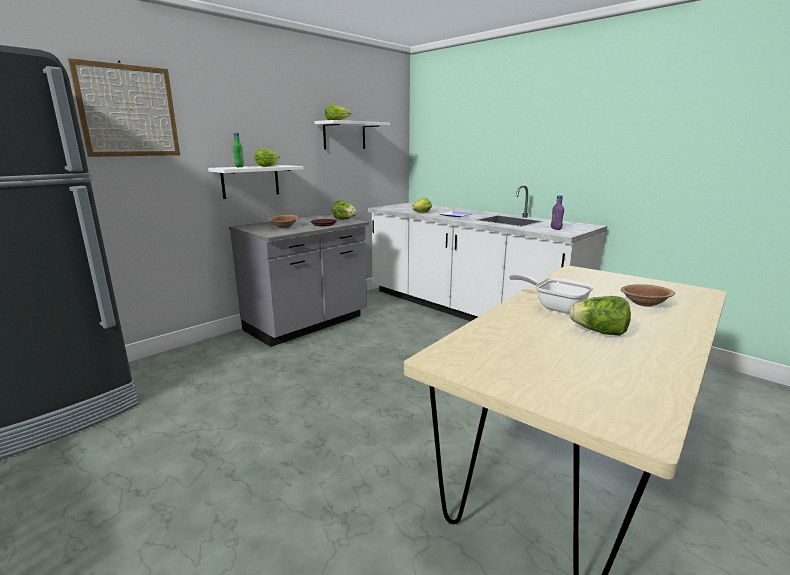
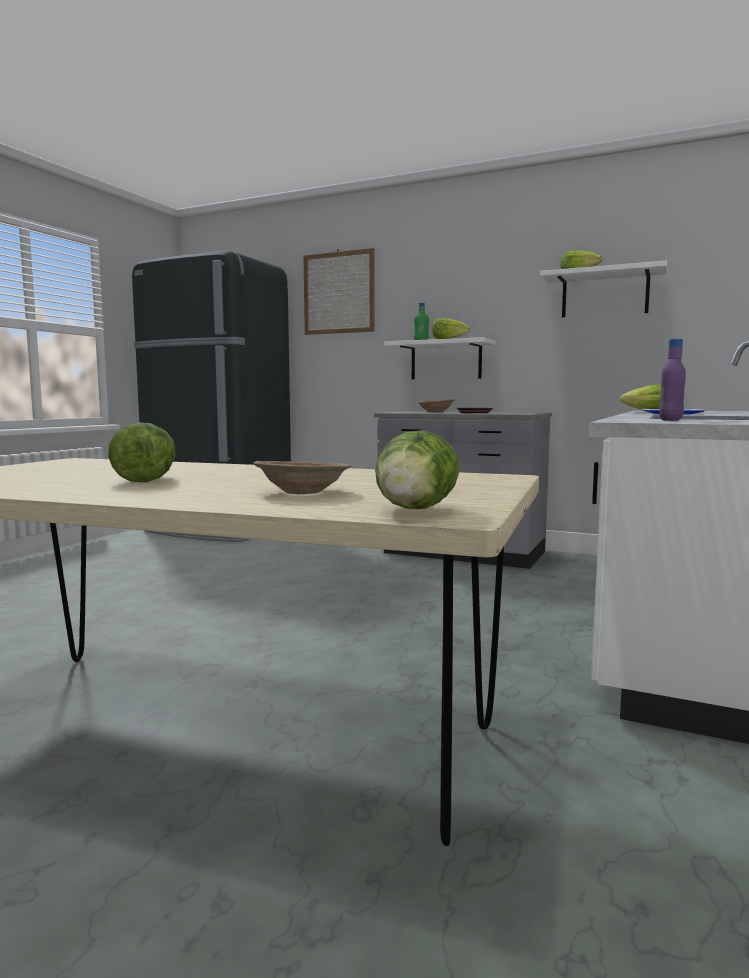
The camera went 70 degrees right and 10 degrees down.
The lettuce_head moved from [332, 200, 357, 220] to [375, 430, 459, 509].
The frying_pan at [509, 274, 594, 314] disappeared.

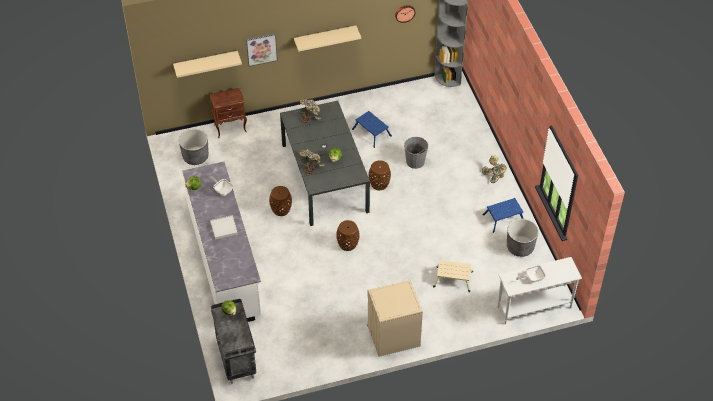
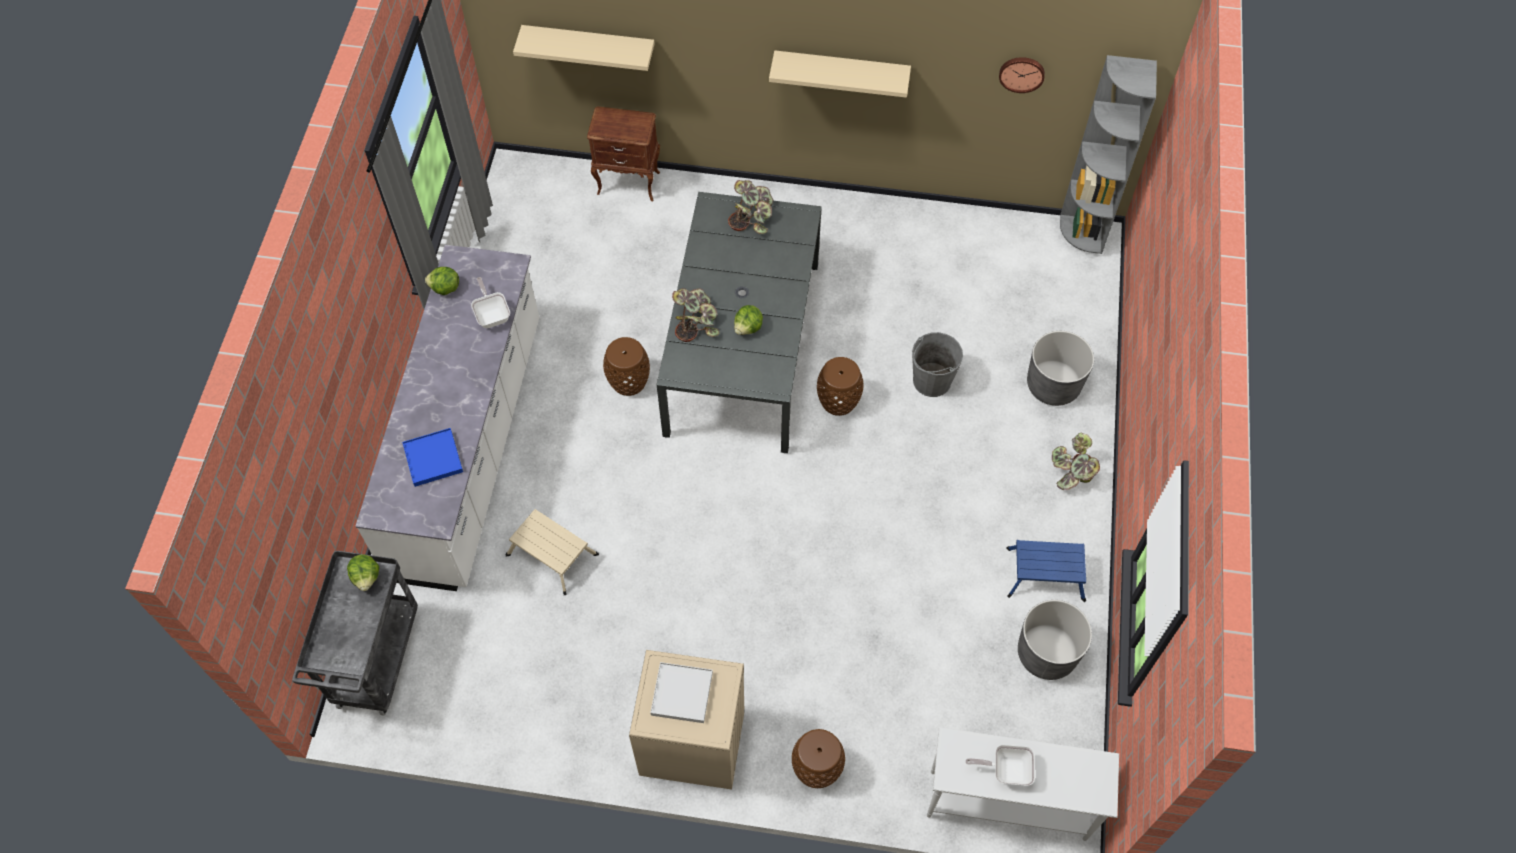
The camera went 25 degrees right and 10 degrees up.
The grey_plant_pot moved from [179, 129, 209, 165] to [1027, 331, 1094, 406].
The whitish_serving_tray moved from [210, 215, 238, 240] to [650, 662, 713, 723].
The wall_art at [246, 33, 278, 67] disappeared.
The brown-coloured_stool_seat moved from [336, 220, 360, 251] to [792, 729, 845, 788].
The blue_stepladder at [352, 111, 392, 148] disappeared.
The beige-coloured_stepladder moved from [433, 260, 473, 292] to [505, 509, 599, 595].
The blue_serving_tray at [402, 428, 463, 487] appeared.

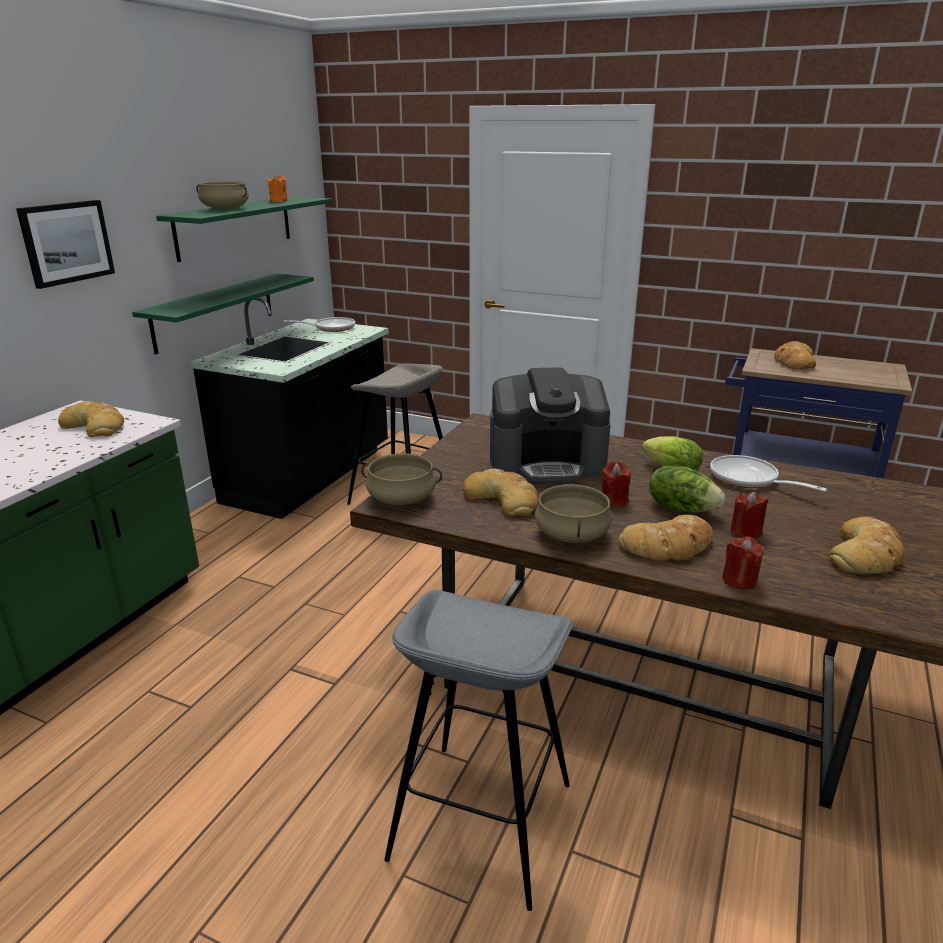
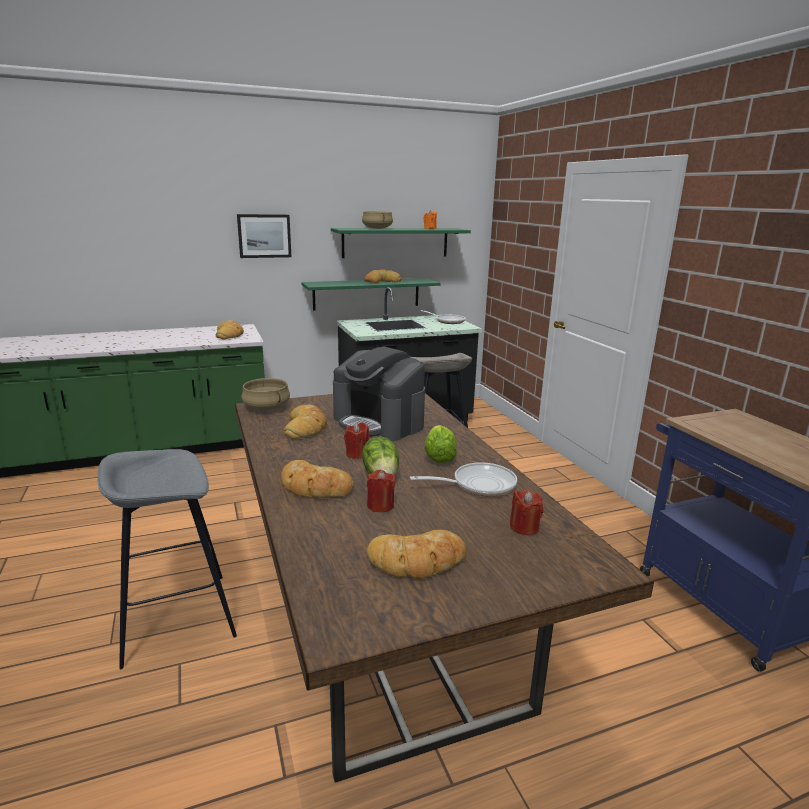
The camera went 45 degrees right and 5 degrees down.
The beige-coloured_saucepot at [534, 484, 612, 543] disappeared.
The frying_pan at [710, 455, 827, 492] turned 75 degrees clockwise.
The reddish_candle moved from [722, 536, 765, 590] to [510, 490, 543, 535].
The bakery_bread moved from [774, 341, 816, 369] to [364, 269, 401, 283].

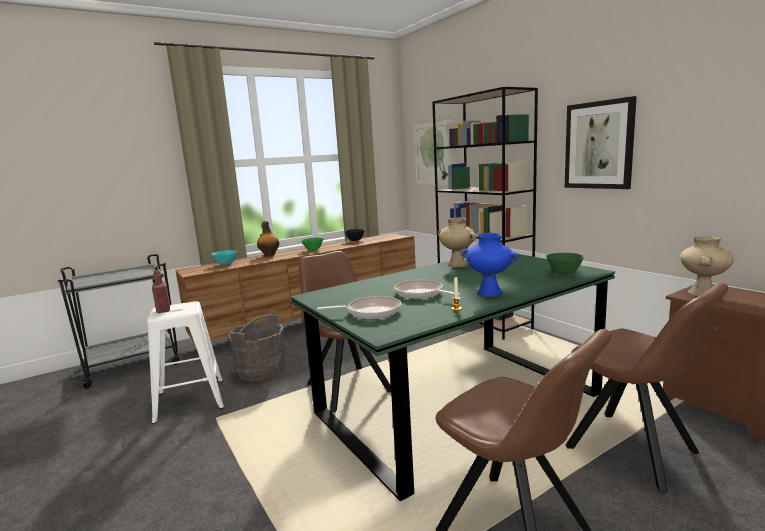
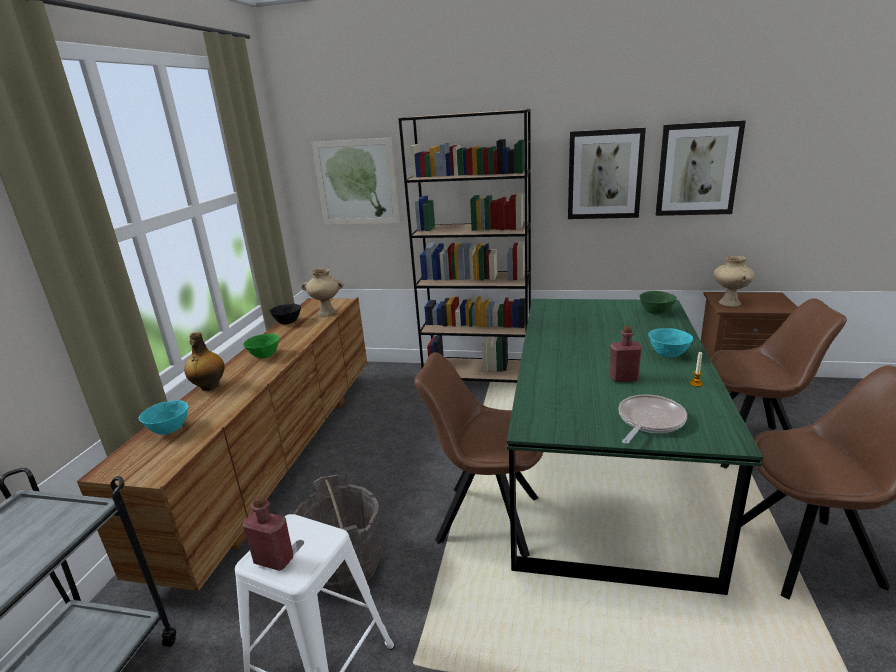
The camera went 45 degrees left and 10 degrees up.
The frying_pan at [394, 280, 460, 299] was replaced by the reddish_drink_bottle at [610, 326, 642, 382].
The beige-coloured_vase moved from [438, 217, 477, 268] to [301, 268, 343, 317].
The blue_vase at [462, 233, 518, 297] was replaced by the turquoise_deep_dish at [648, 328, 693, 357].
The wall_art at [656, 120, 746, 216] appeared.

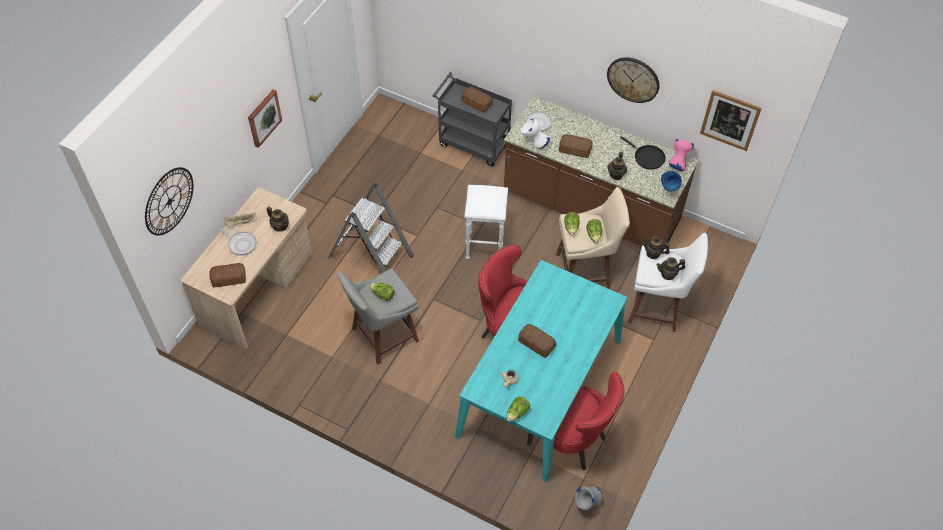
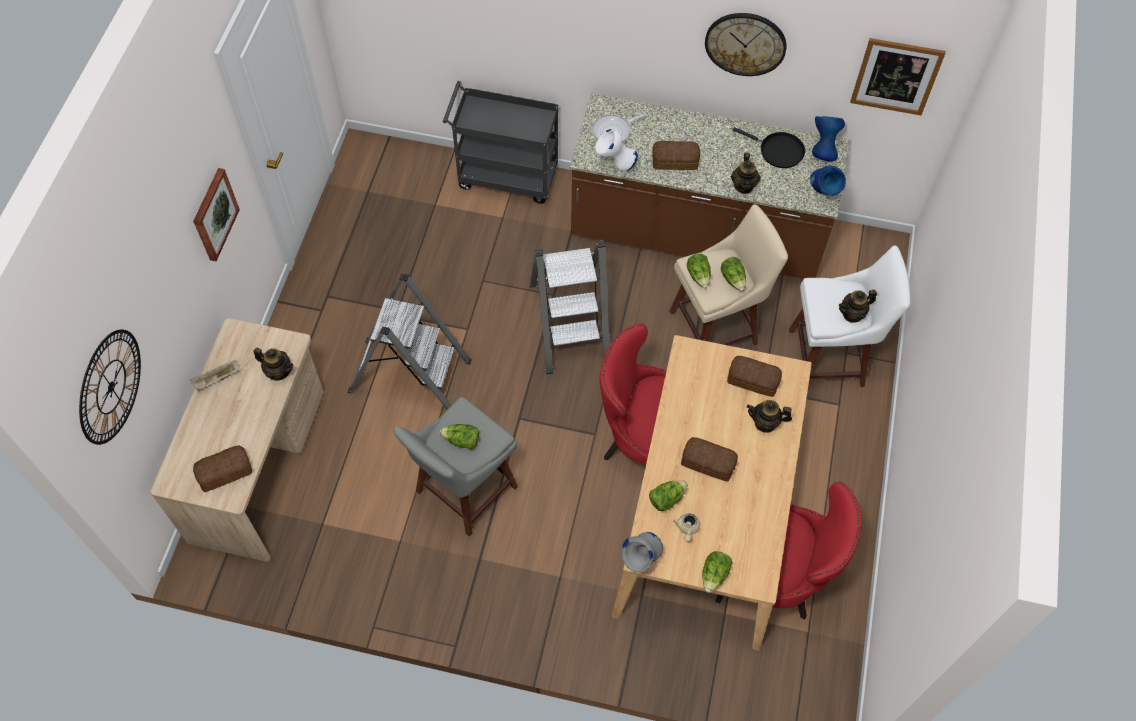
The camera went 15 degrees left and 5 degrees up.
The frying_pan at [220, 229, 257, 255] disappeared.
The turquoise_kitchen_table at [455, 260, 627, 482] became the beige-coloured_kitchen_table at [612, 335, 812, 651].
The bakery_bread moved from [461, 87, 493, 113] to [727, 356, 782, 397].
The whitish_stool_seat at [464, 185, 508, 260] was replaced by the grey_stepladder at [529, 240, 609, 374].
The grey_vase moved from [575, 486, 603, 510] to [622, 532, 663, 572].
The teapot moved from [642, 236, 670, 259] to [746, 400, 792, 433].
The pinkish_vase at [669, 138, 694, 171] became the blue_vase at [812, 116, 845, 162].
The lettuce_head at [649, 480, 688, 511] appeared.

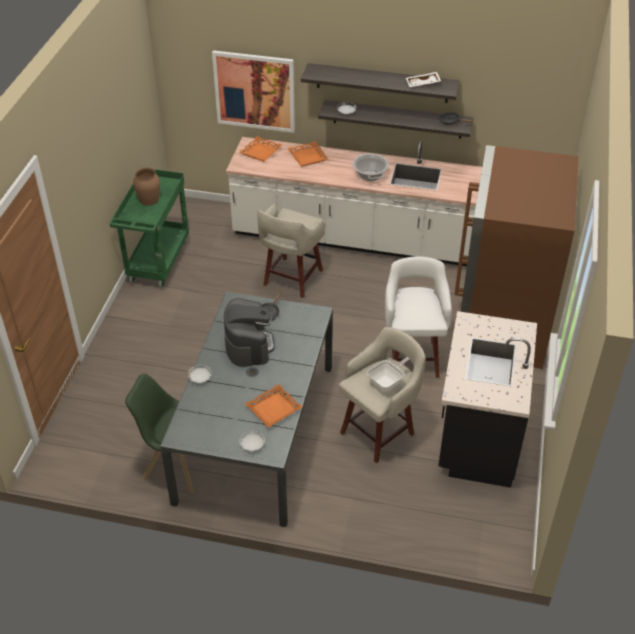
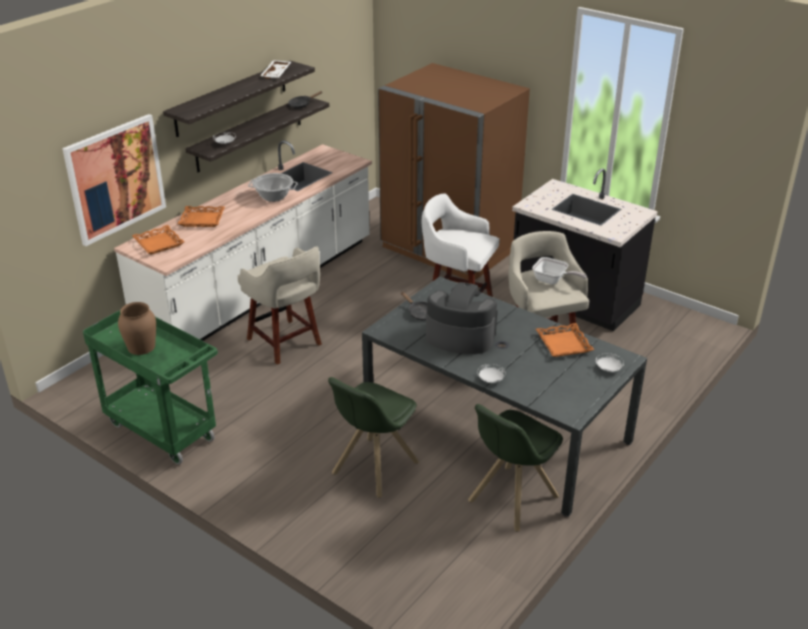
The camera went 65 degrees left and 10 degrees down.
The frying_pan at [367, 357, 410, 391] turned 135 degrees clockwise.
The green-coloured_plain_chair at [328, 377, 419, 498] appeared.

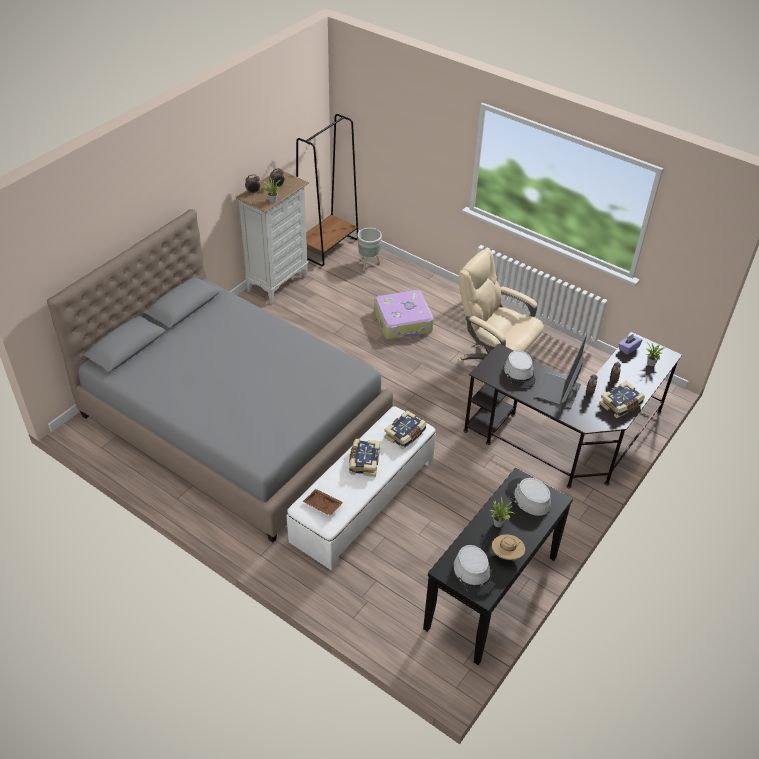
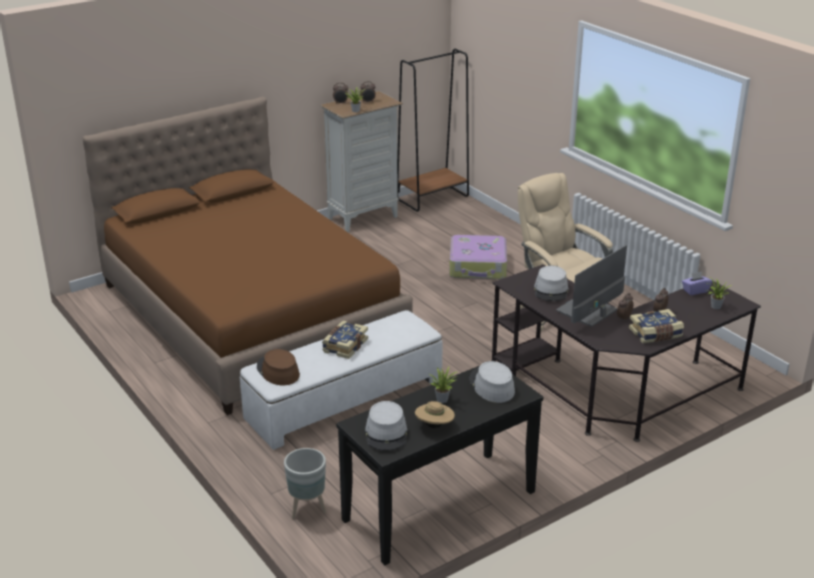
The camera went 20 degrees right and 15 degrees down.
The grey_bedroom_bed at [47, 209, 393, 542] became the brown-coloured_bedroom_bed at [82, 97, 413, 415].
The brown-coloured_serving_tray at [303, 489, 343, 516] was replaced by the brown-coloured_clothing_hat at [257, 349, 300, 385].
The grey_plant_pot moved from [357, 228, 382, 271] to [284, 448, 327, 519].
The bound_book at [384, 410, 427, 449] disappeared.

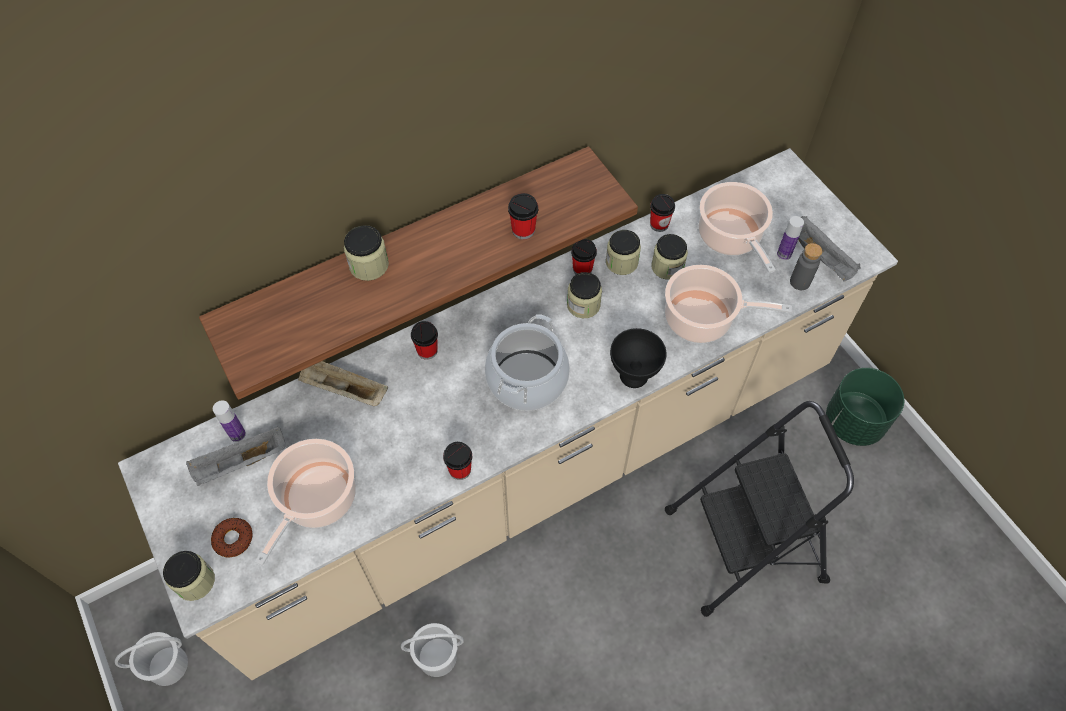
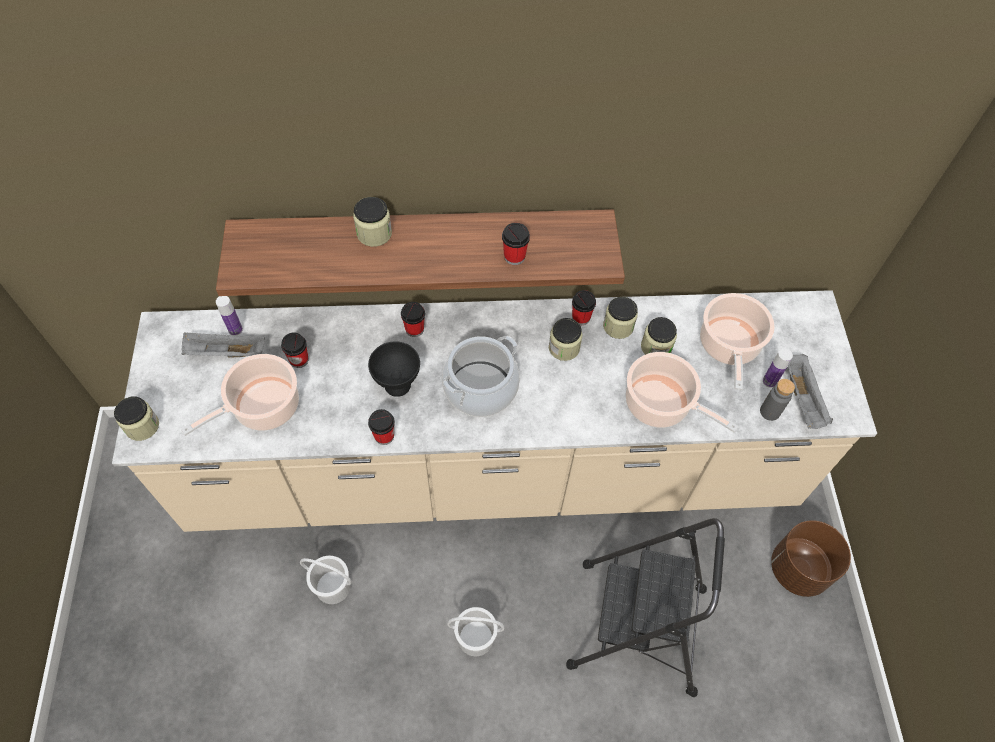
The camera went 25 degrees right and 0 degrees up.
The whitish_pail moved from [115, 632, 188, 686] to [447, 607, 505, 656].
The ring_doughnut at [211, 518, 252, 558] disappeared.
The beige-coloured_serving_tray at [298, 361, 388, 406] disappeared.
The black_deep_dish moved from [610, 328, 667, 388] to [368, 341, 420, 397].
The cup moved from [650, 194, 675, 232] to [281, 332, 308, 368].
The green-coloured_plant_pot at [826, 368, 904, 446] became the brown-coloured_plant_pot at [771, 520, 851, 597].

